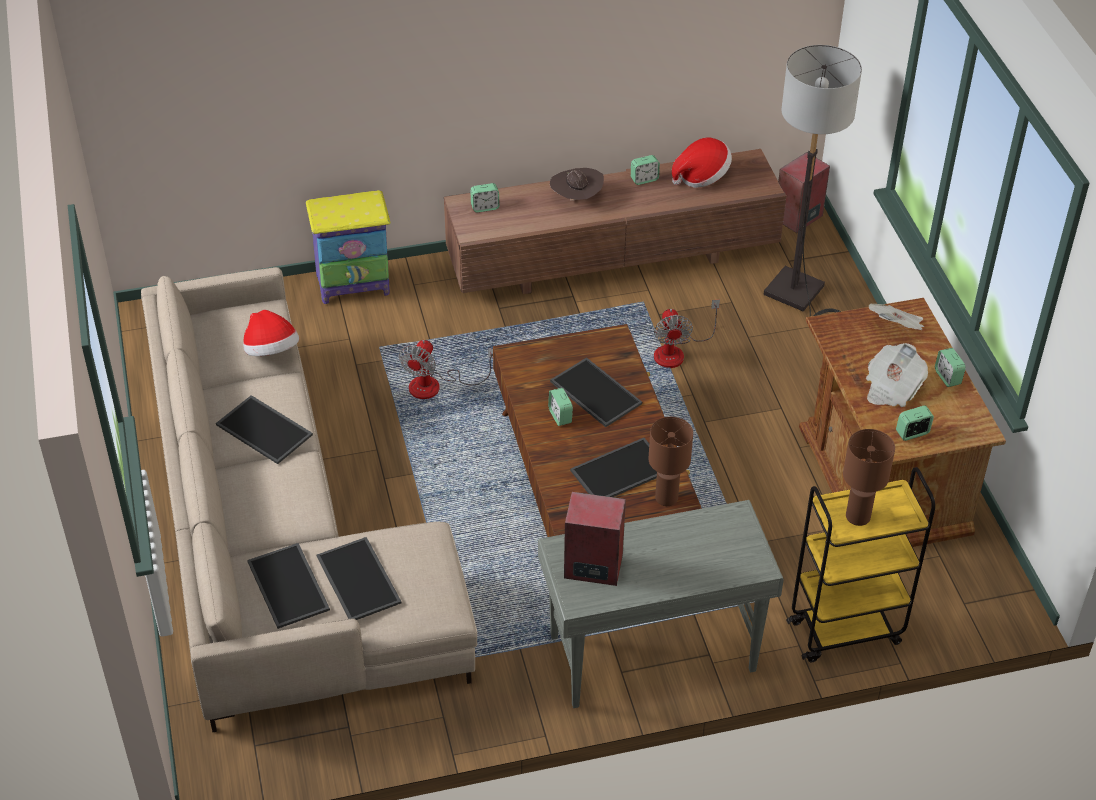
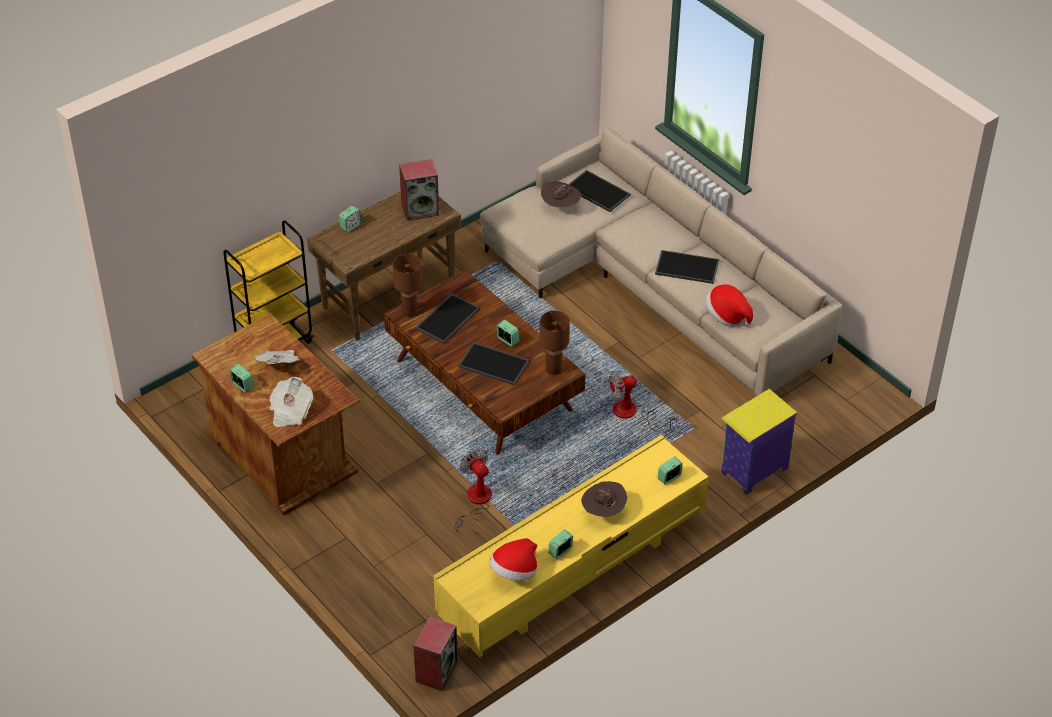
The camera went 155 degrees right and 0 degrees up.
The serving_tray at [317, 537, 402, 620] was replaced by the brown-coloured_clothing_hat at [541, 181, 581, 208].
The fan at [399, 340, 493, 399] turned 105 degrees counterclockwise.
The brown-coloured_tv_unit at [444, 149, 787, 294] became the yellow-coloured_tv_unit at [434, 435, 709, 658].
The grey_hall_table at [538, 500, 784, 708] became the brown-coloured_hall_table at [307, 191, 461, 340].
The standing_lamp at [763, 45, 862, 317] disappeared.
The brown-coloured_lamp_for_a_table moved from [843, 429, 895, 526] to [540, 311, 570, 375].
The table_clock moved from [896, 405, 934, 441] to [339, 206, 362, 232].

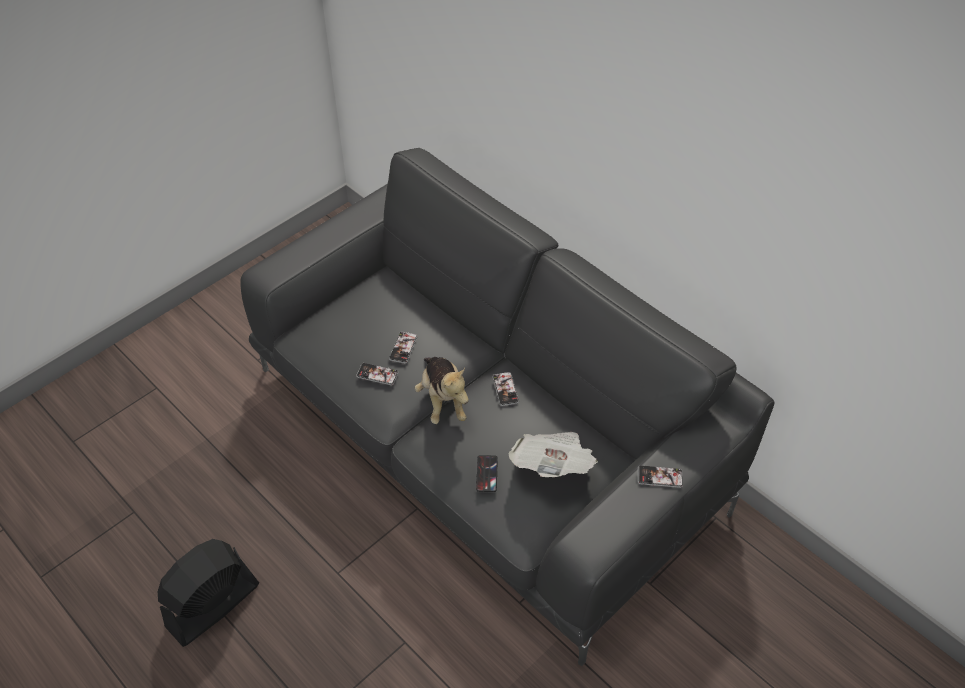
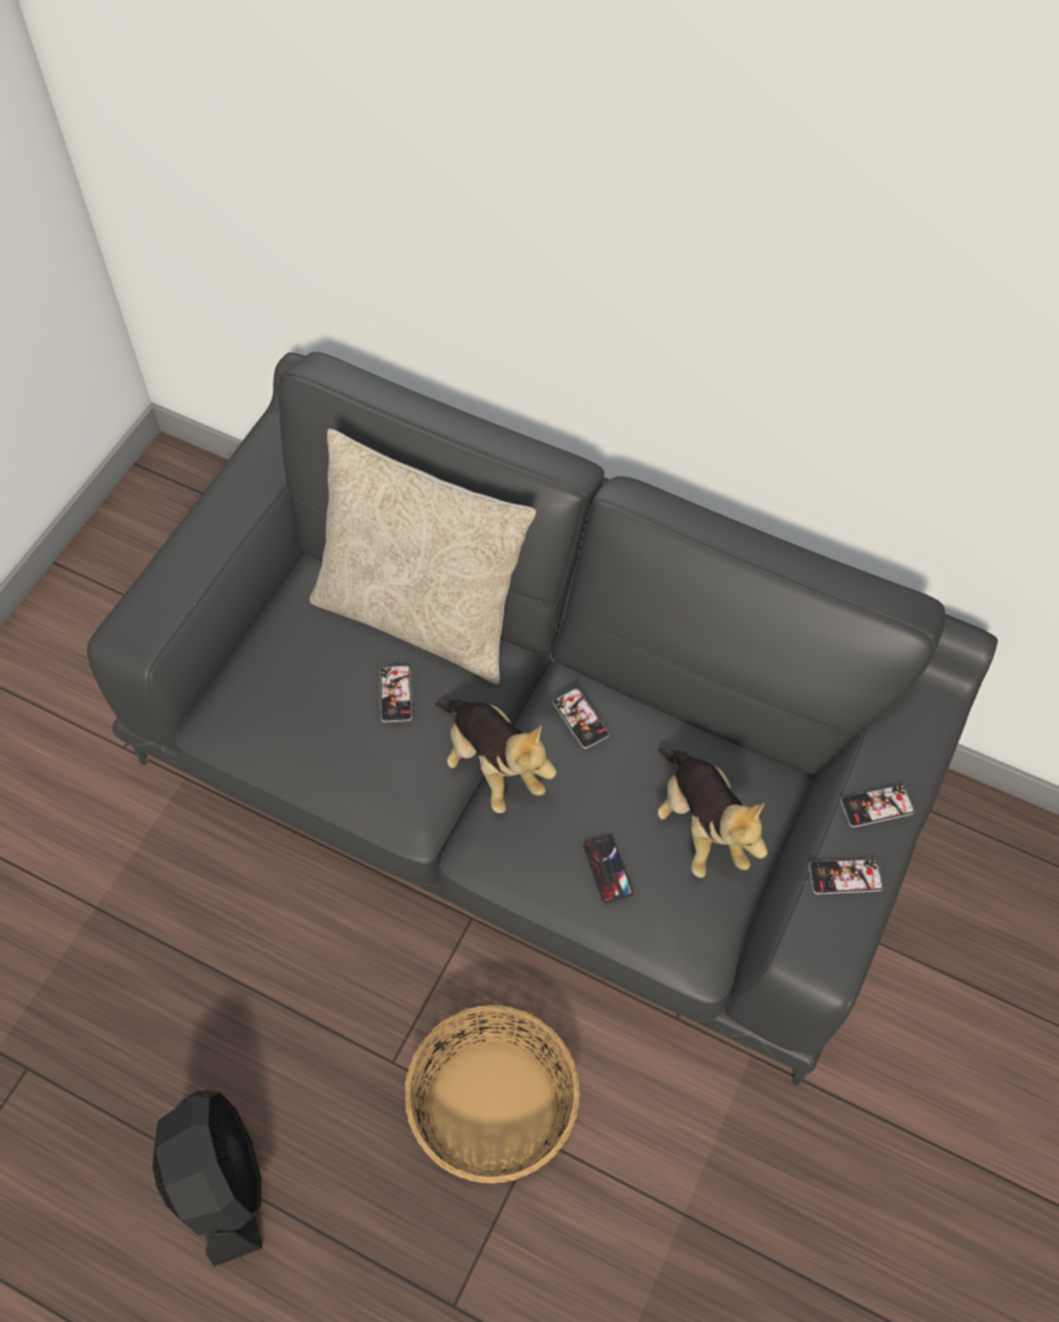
The camera went 20 degrees left and 10 degrees up.
The black_fan at [158, 539, 259, 647] turned 135 degrees clockwise.
The phone moved from [356, 363, 399, 385] to [809, 858, 883, 894].
The daily_paper at [508, 432, 598, 477] was replaced by the plush_toy at [657, 748, 768, 878].
The beige-coloured_cushion at [309, 429, 536, 685] appeared.
The basket at [405, 1005, 580, 1183] appeared.

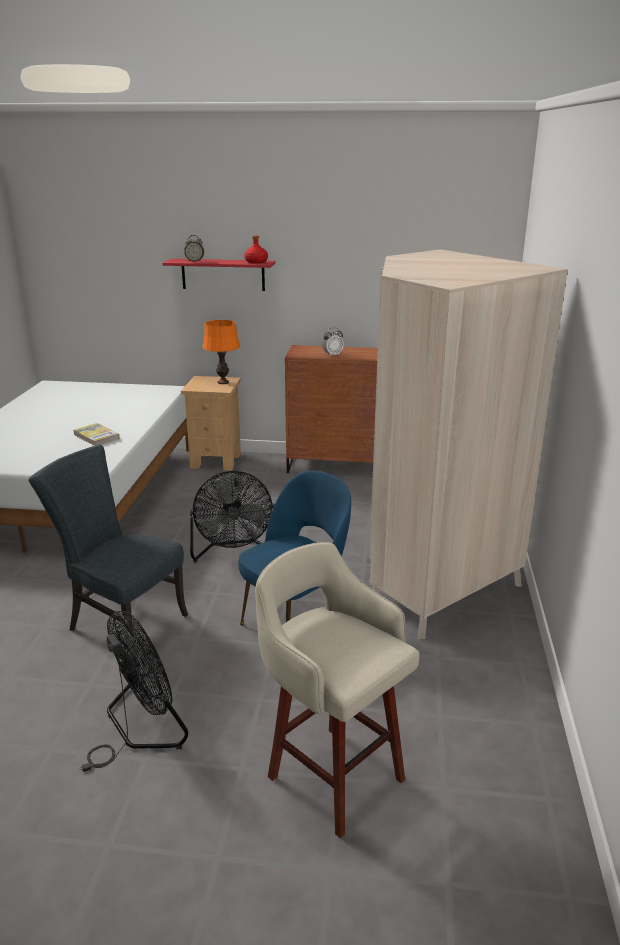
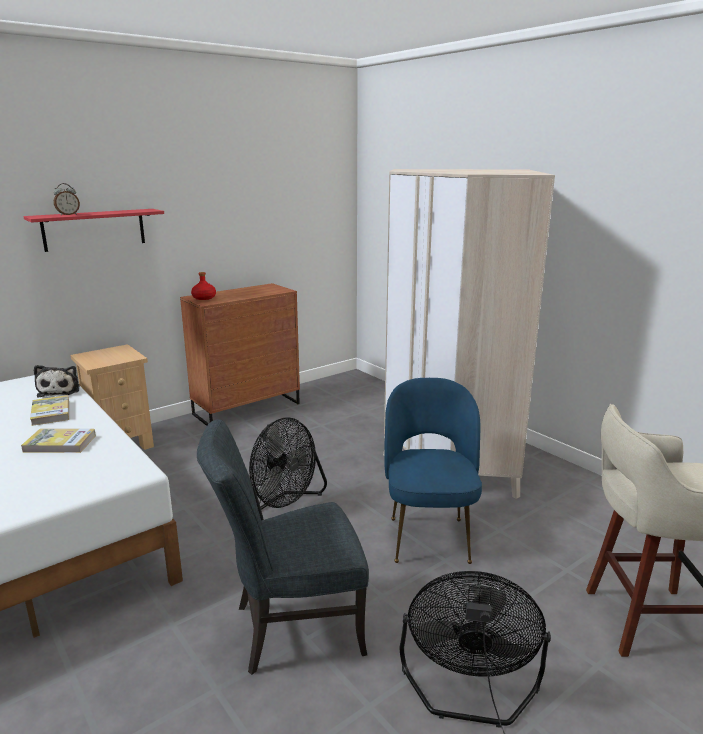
The camera went 45 degrees left and 5 degrees down.
The orange-coloured_lamp_for_a_table at [203, 320, 240, 384] disappeared.
The reddish_drink_bottle moved from [244, 235, 268, 264] to [191, 272, 216, 300].
The table_clock at [322, 328, 344, 357] disappeared.
The bound_book at [30, 395, 69, 426] appeared.
The plush_toy at [34, 365, 80, 397] appeared.

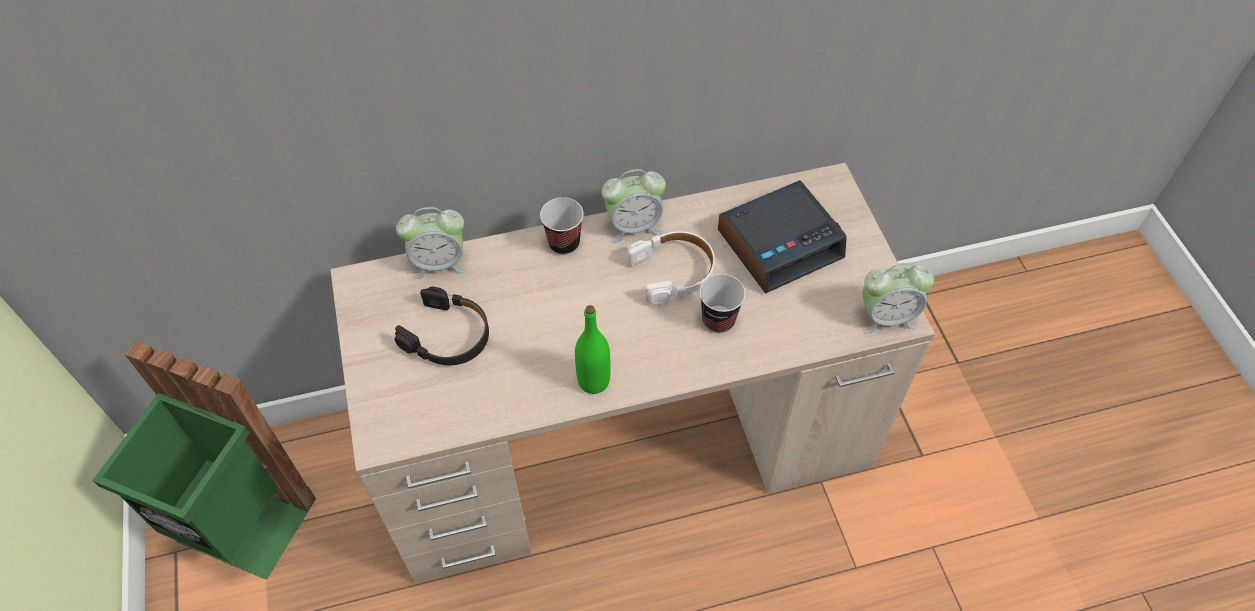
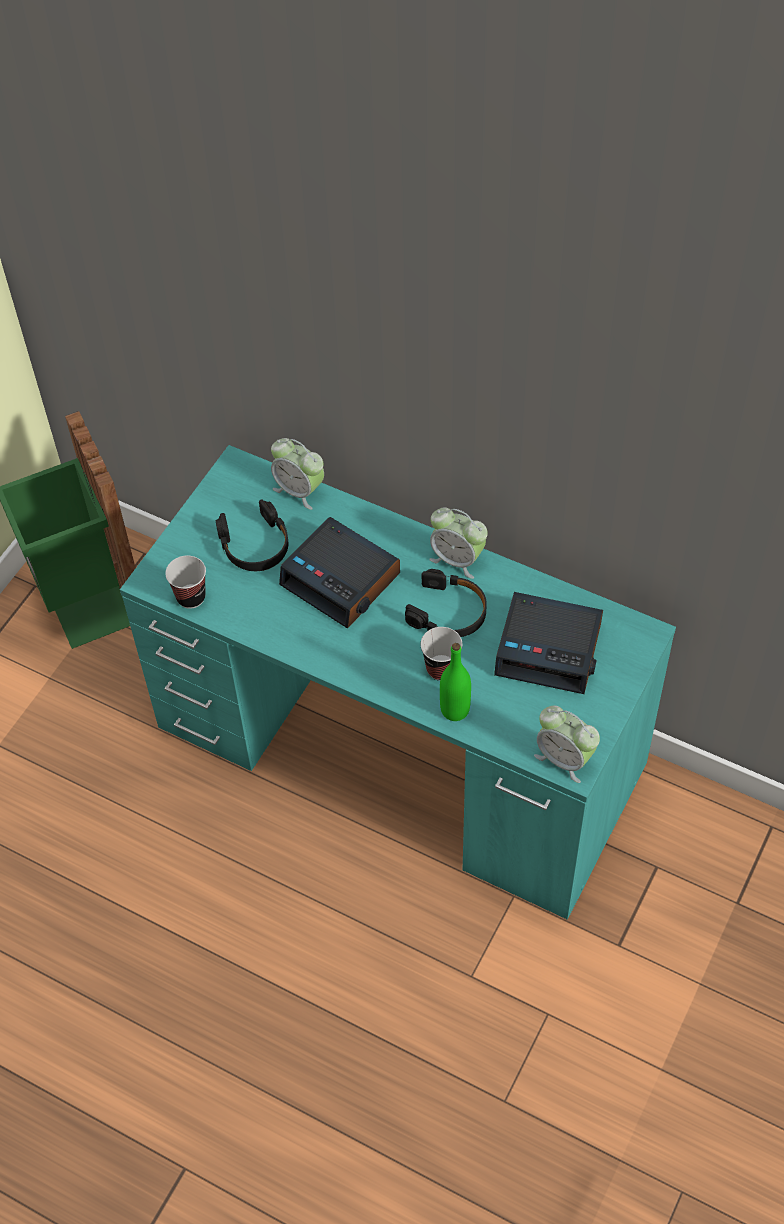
The camera went 45 degrees right and 0 degrees up.
The beige-coloured_desk_unit at [330, 163, 935, 583] became the turquoise_desk_unit at [120, 445, 676, 920].
The cup moved from [540, 197, 584, 255] to [165, 556, 206, 609].
The green-coloured_drink_bottle moved from [575, 305, 610, 394] to [440, 643, 471, 721].
The whitish_pair_of_headphones at [628, 231, 715, 305] became the black_pair_of_headphones at [405, 569, 487, 637].
The table_clock at [279, 517, 400, 629] appeared.

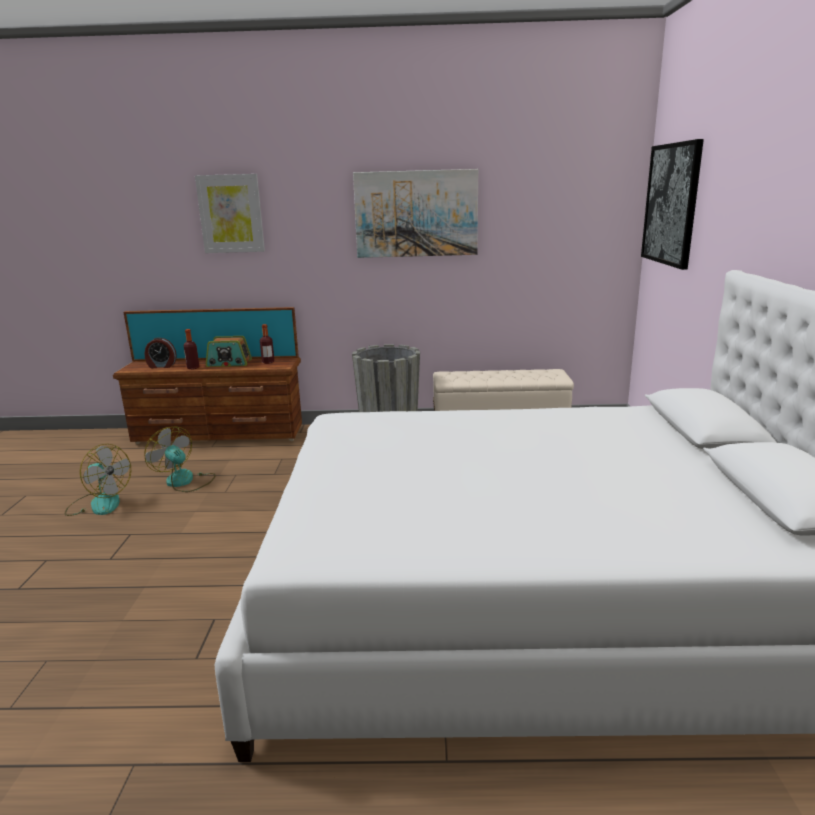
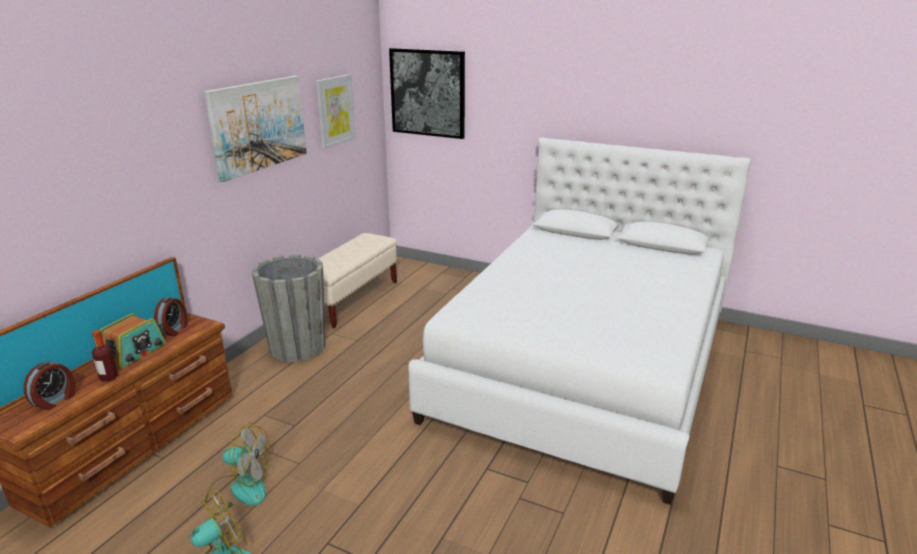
The camera went 65 degrees left and 5 degrees up.
The fan at [144, 426, 216, 492] turned 150 degrees counterclockwise.
The wall_art moved from [195, 174, 265, 253] to [316, 74, 356, 149].
The drink_bottle at [260, 324, 274, 364] was replaced by the table_clock at [154, 297, 188, 336].

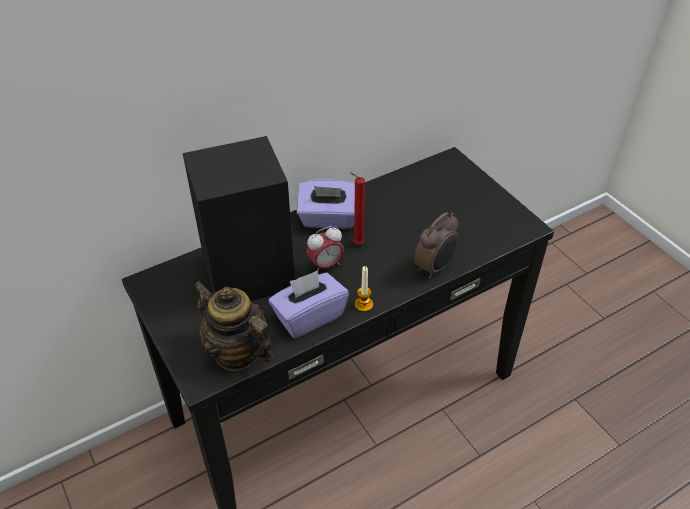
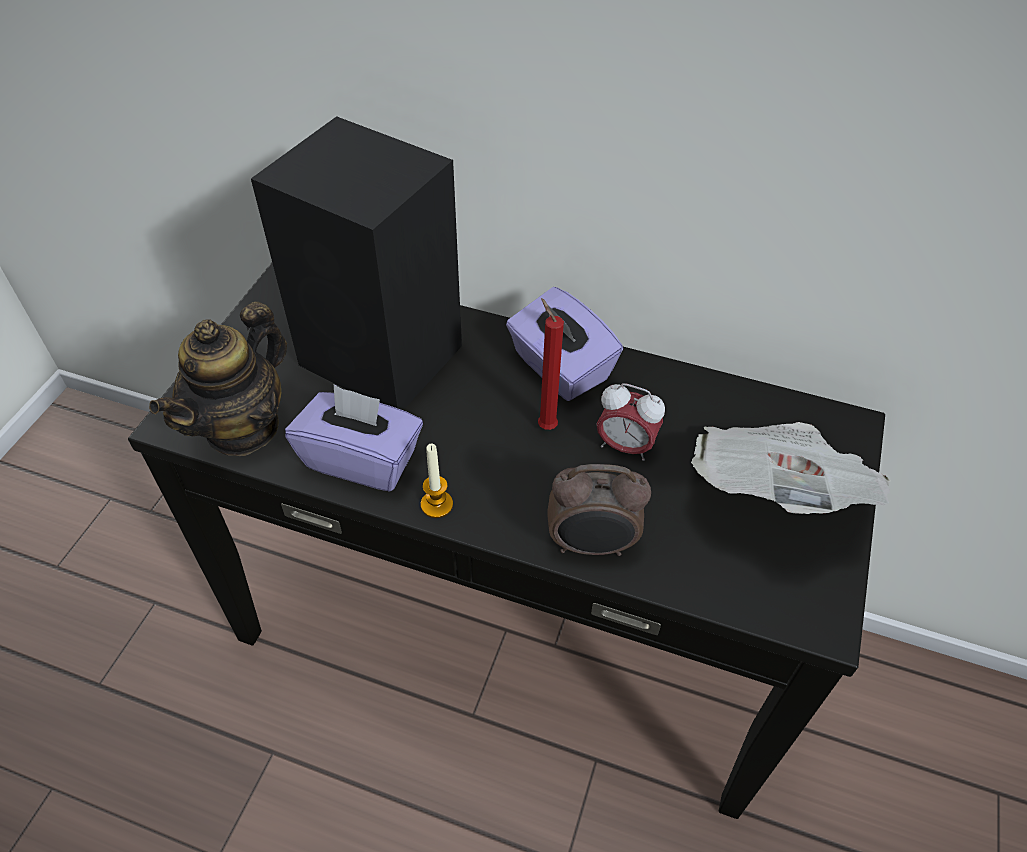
The camera went 50 degrees right and 5 degrees up.
The teapot at [193, 281, 273, 371] turned 150 degrees counterclockwise.
The table_clock moved from [306, 226, 344, 271] to [597, 383, 665, 461].
The daily_paper at [691, 422, 891, 514] appeared.

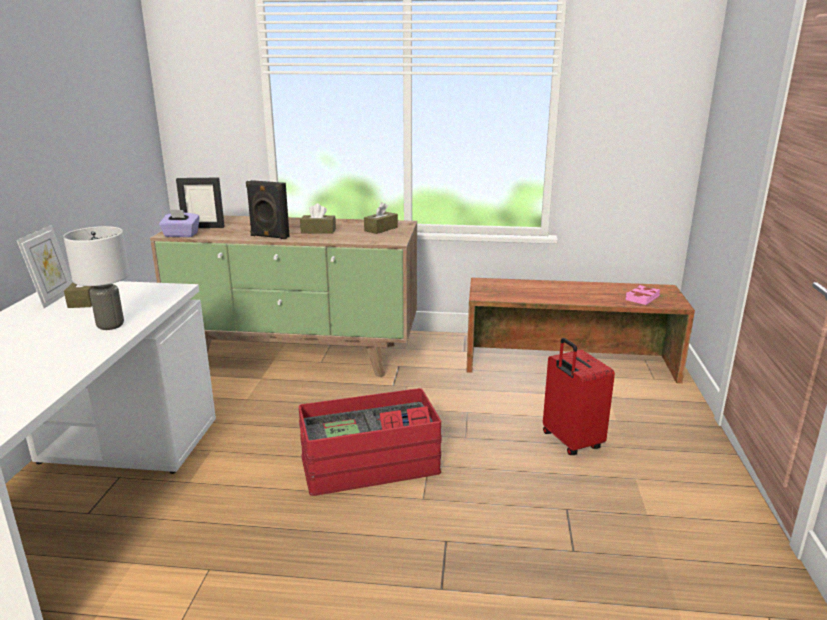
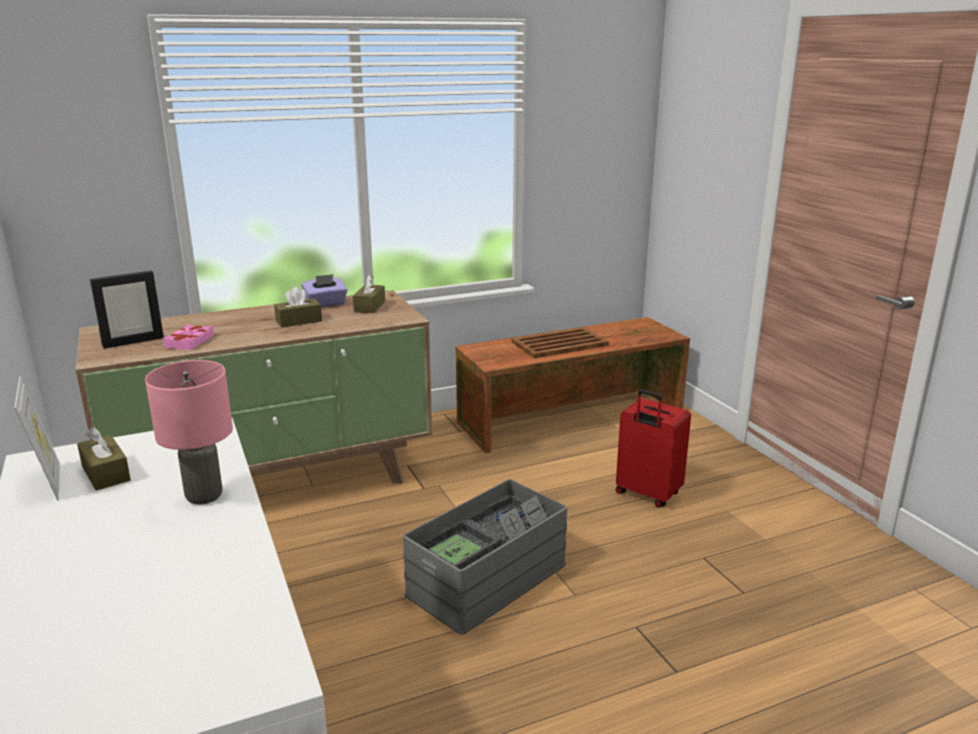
The camera went 30 degrees left and 0 degrees up.
The whitish_lamp_for_a_table at [63, 226, 130, 330] became the pinkish_lamp_for_a_table at [145, 360, 233, 505].
The purple_tissue_holder moved from [159, 209, 200, 237] to [301, 274, 348, 308].
The black_speaker at [246, 180, 290, 239] disappeared.
The reddish_storage_container at [298, 388, 442, 496] became the grey_storage_container at [403, 479, 567, 635].
The pinkish_bound_book moved from [626, 285, 660, 305] to [163, 324, 214, 350].
The brown-coloured_serving_tray at [512, 327, 609, 359] appeared.

